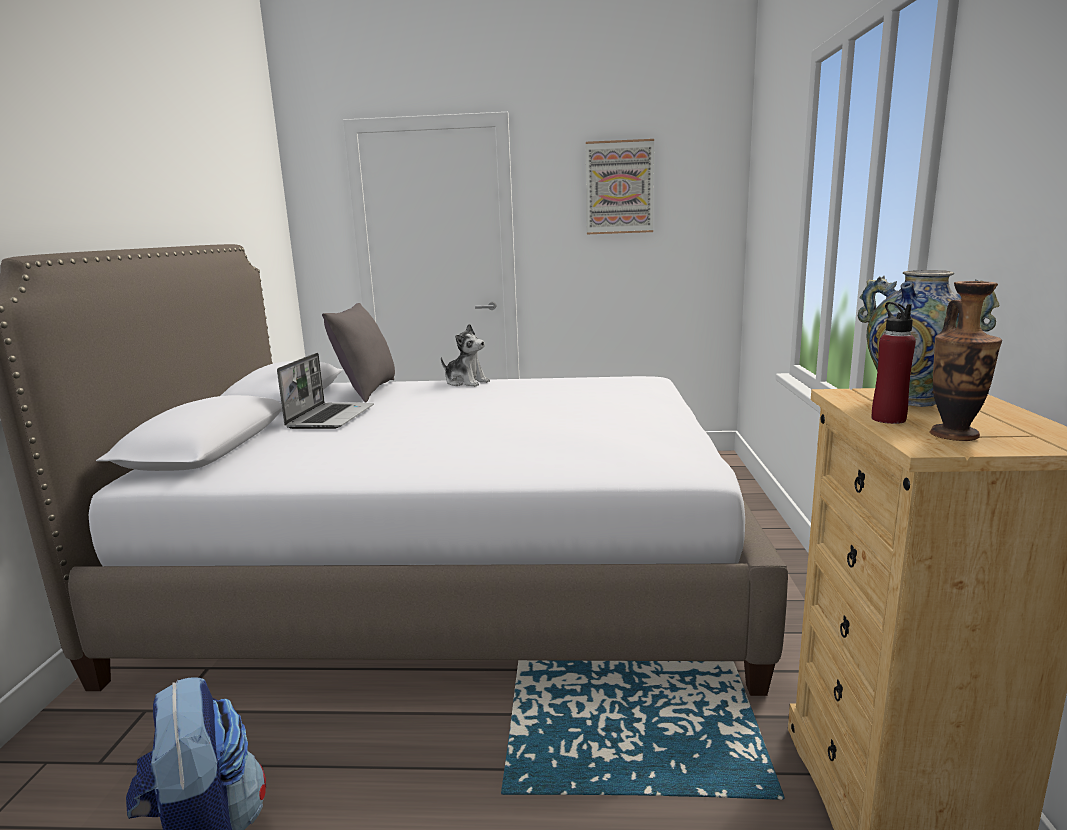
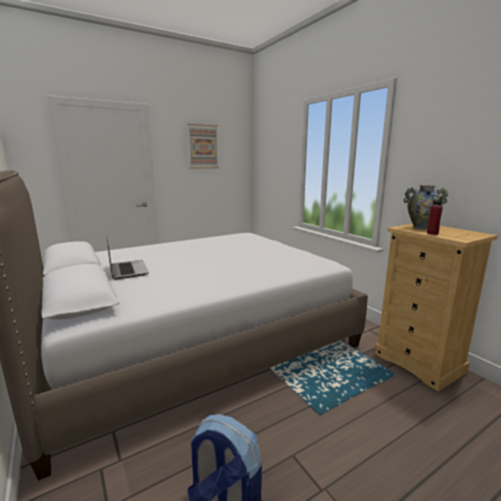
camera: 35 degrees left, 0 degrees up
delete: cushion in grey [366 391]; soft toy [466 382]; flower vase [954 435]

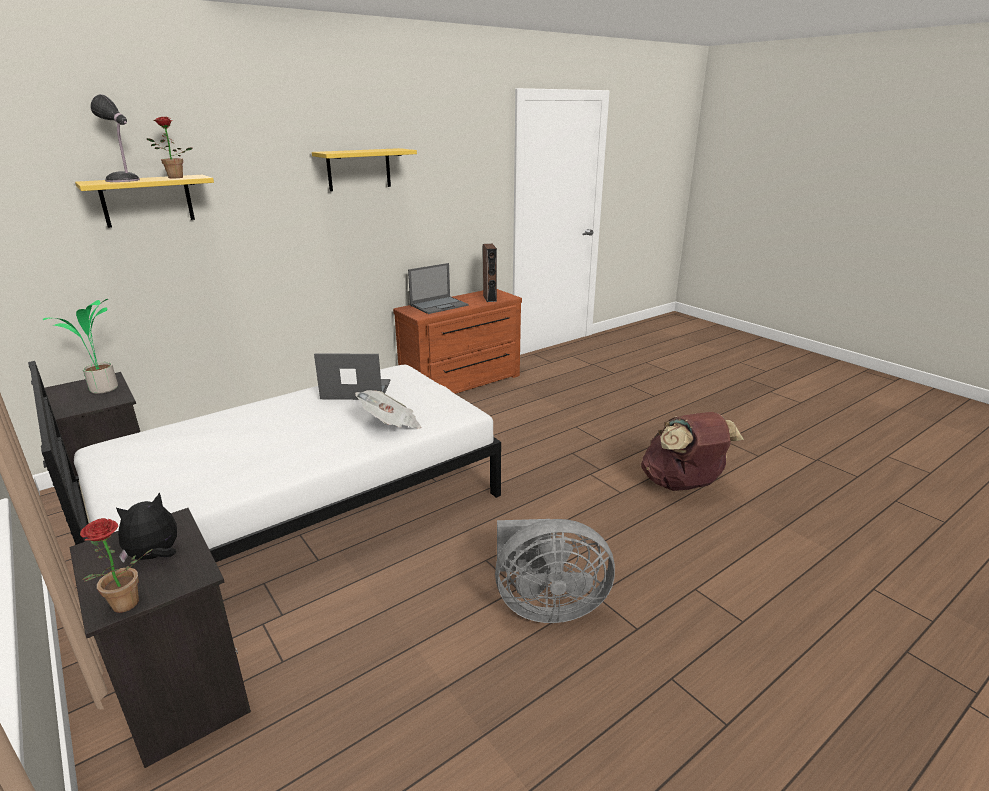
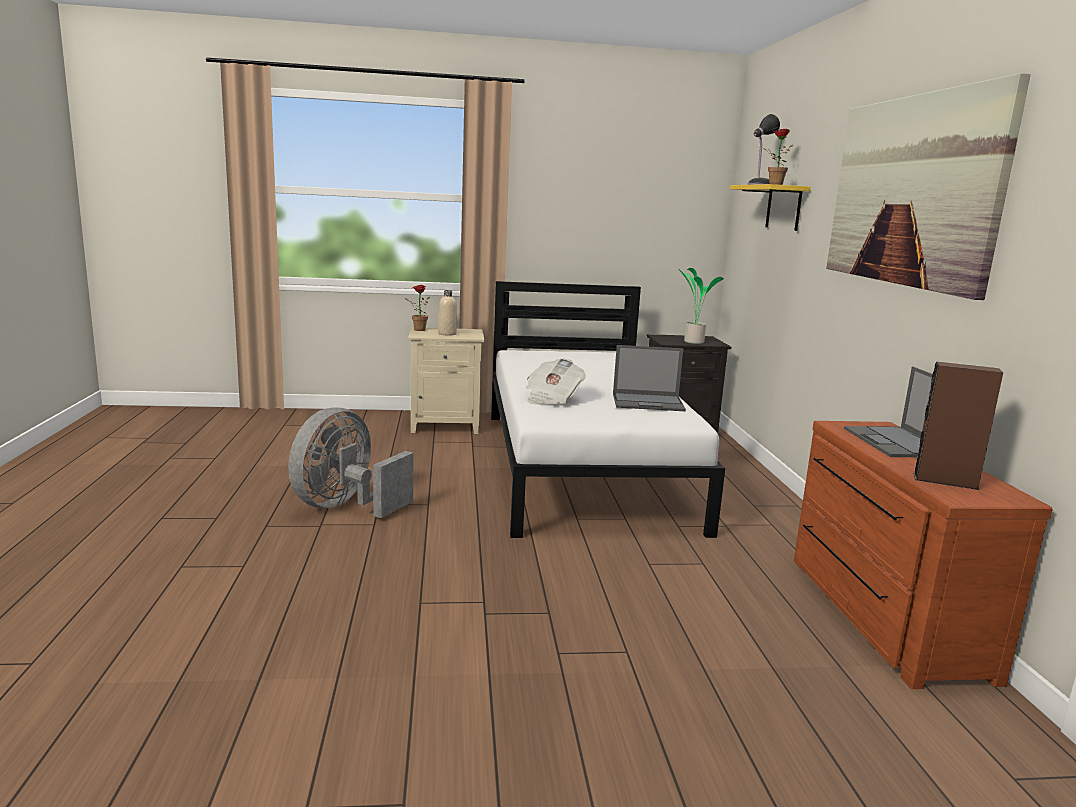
camera: 120 degrees right, 10 degrees down
delete: knapsack in brown-coloured [682 485]
replace: soft toy [155 556] to beverage bottle in beige [447 334]; wall shelf in yellow-coloured [359 169] to picture [912 191]
recolor: bedside table in black [182 694] to bedside table in beige [446 425]
rotate: laptop [355 390] = [649 402] 60 degrees clockwise

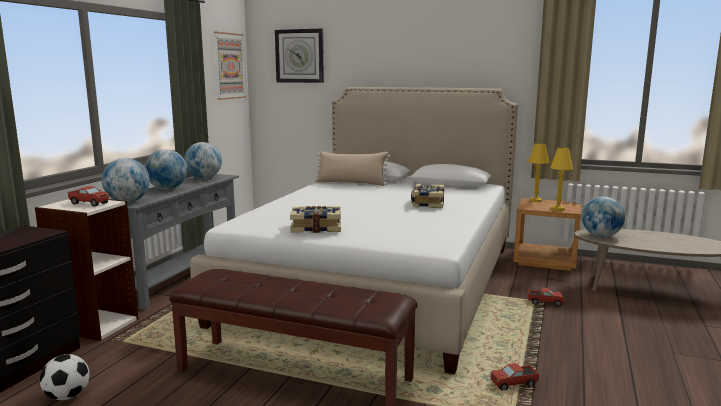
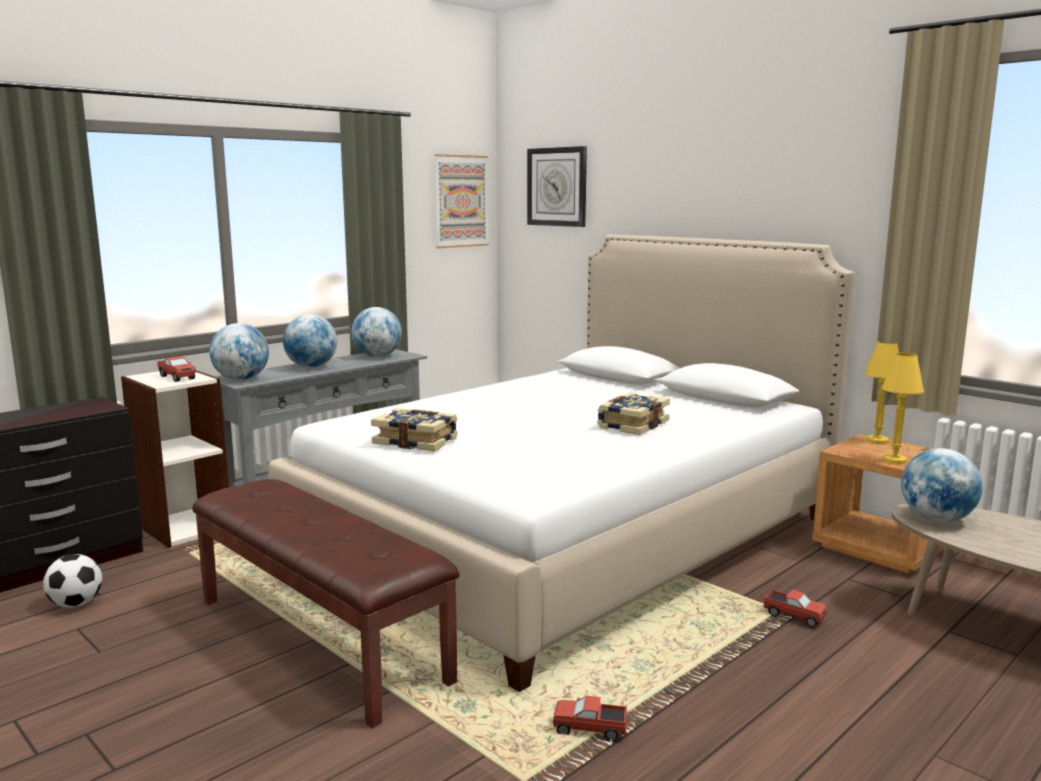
camera: 25 degrees right, 0 degrees up
delete: cushion in beige [351 183]

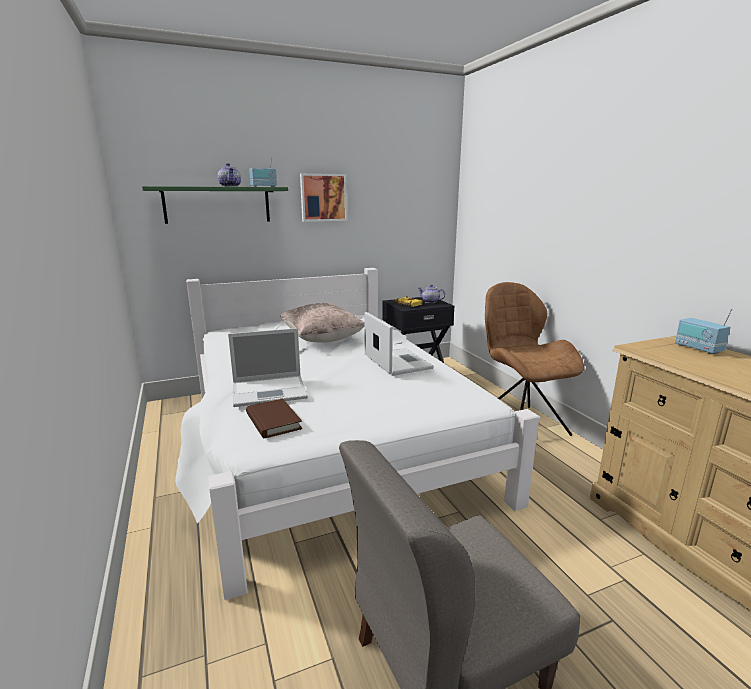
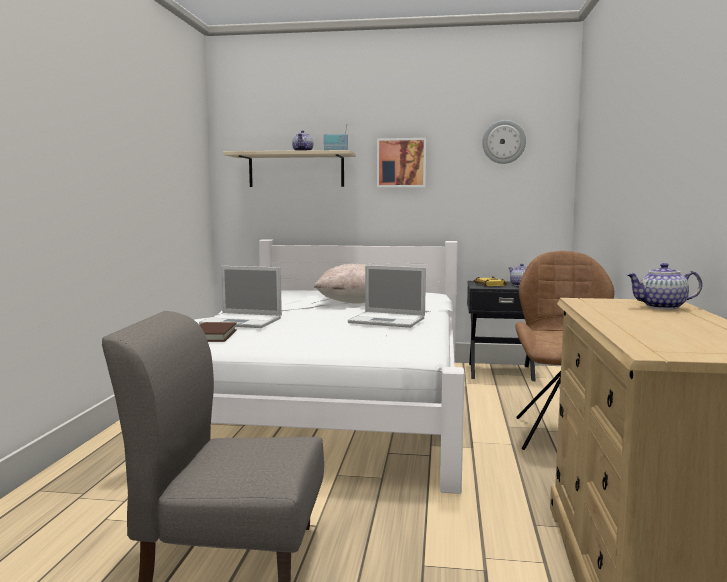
camera: 30 degrees right, 10 degrees down
insert: clock on the wall [504 142]
replace: radio set [698 349] to tea pot [662 307]
recolor: wall shelf in greenish [217 205] to wall shelf in beige [296 170]
rotate: laptop [396 362] = [388 320] 105 degrees clockwise

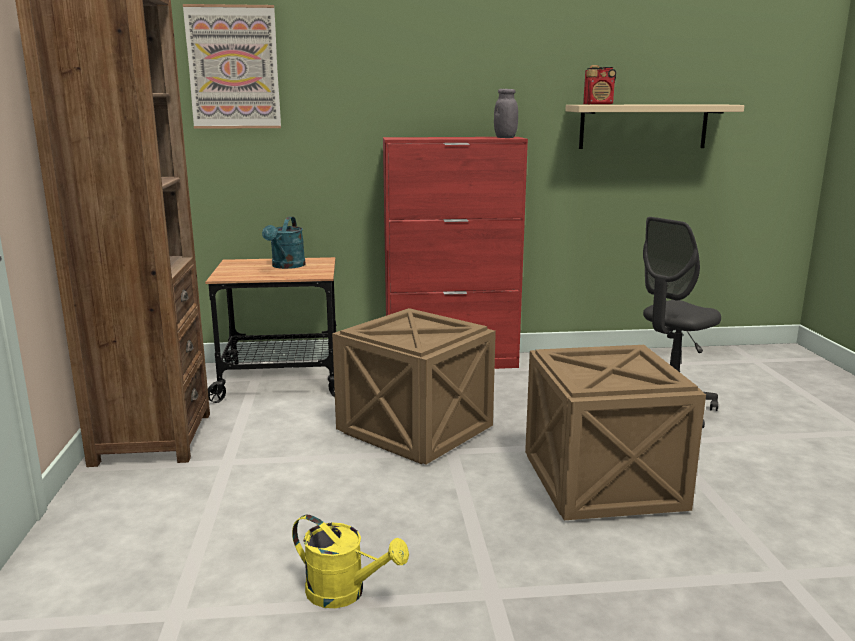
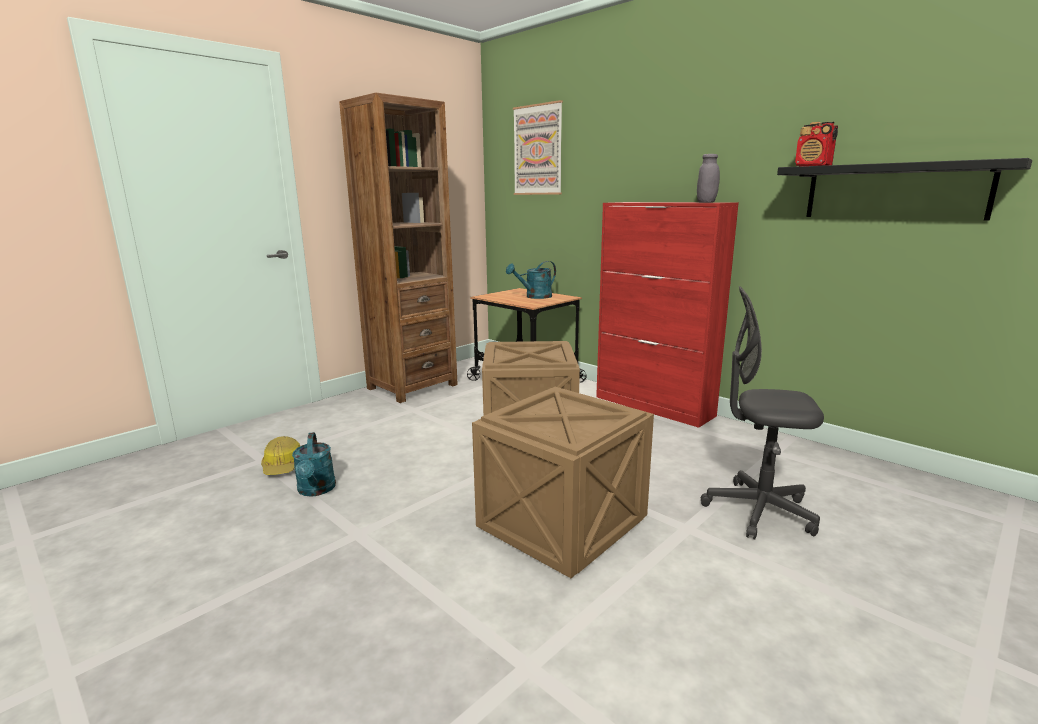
camera: 50 degrees right, 0 degrees up
insert: safety helmet [283 466]
recolor: watering can in yellow-coloured [345 593] to watering can in blue-green [316 490]; wall shelf in beige [643 126] to wall shelf in black [894 191]

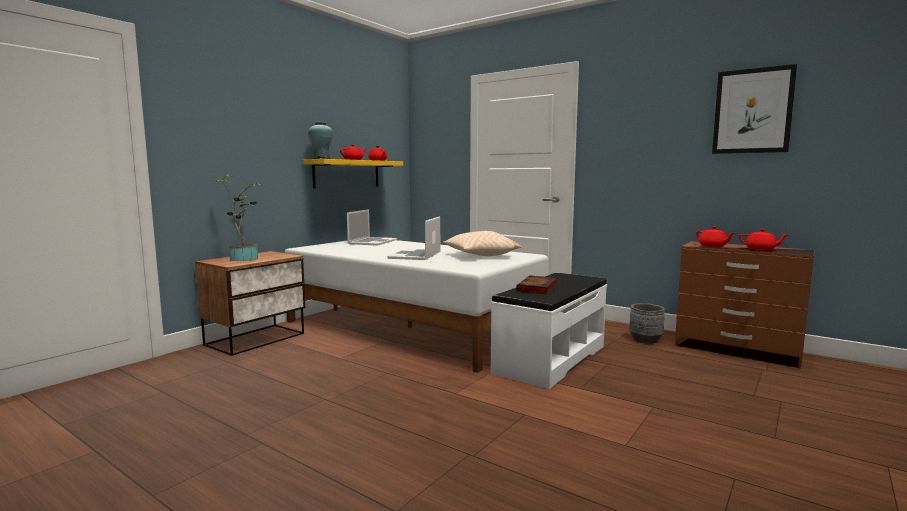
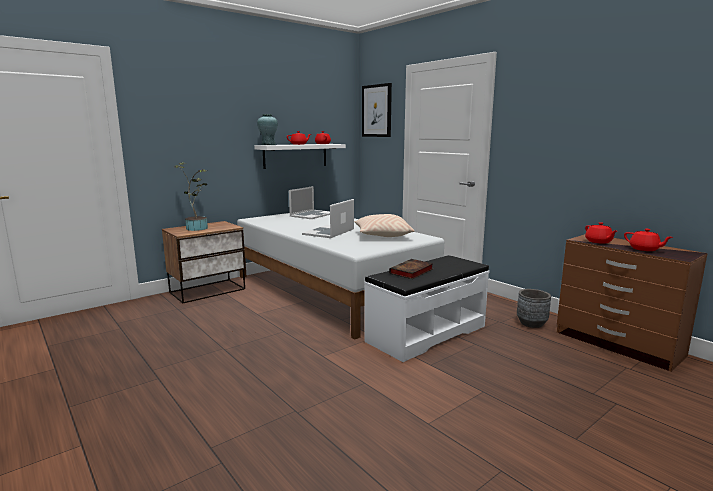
camera: 15 degrees right, 5 degrees up
move: picture [752 111] to [377 111]
recolor: wall shelf in yellow-coloured [347 174] to wall shelf in white-coloured [295 155]

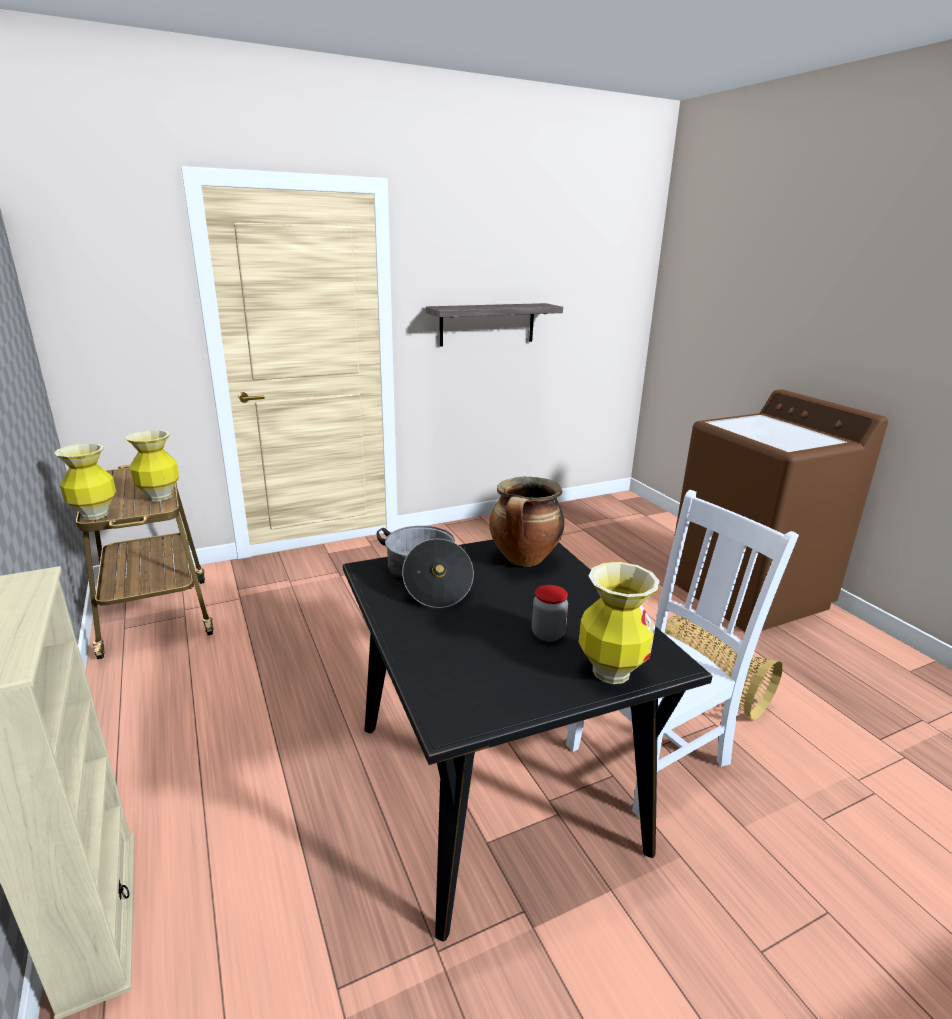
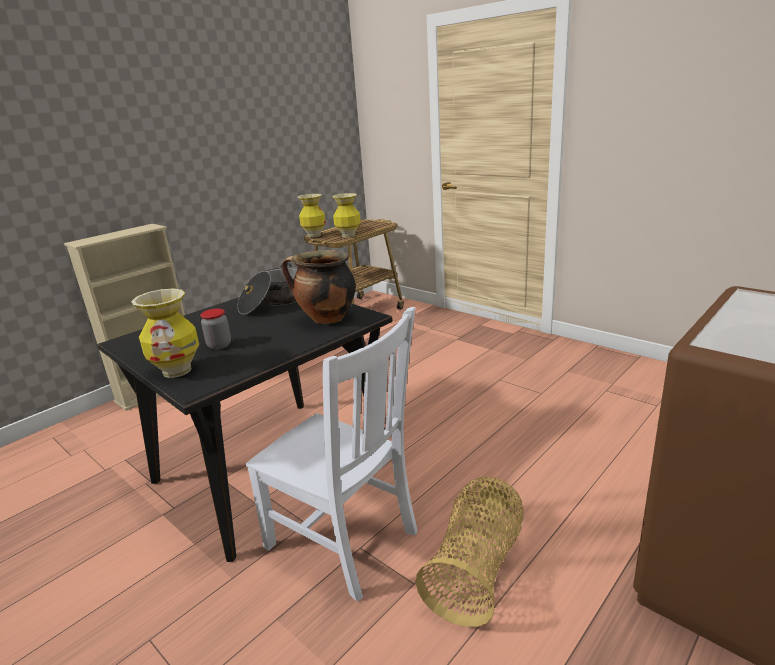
camera: 70 degrees right, 0 degrees up
delete: wall shelf [487 324]

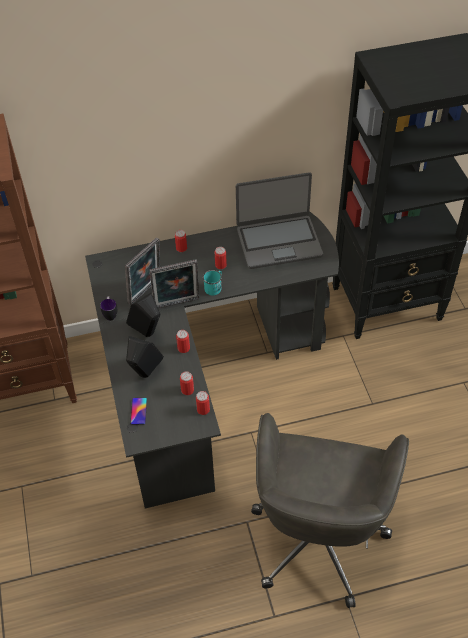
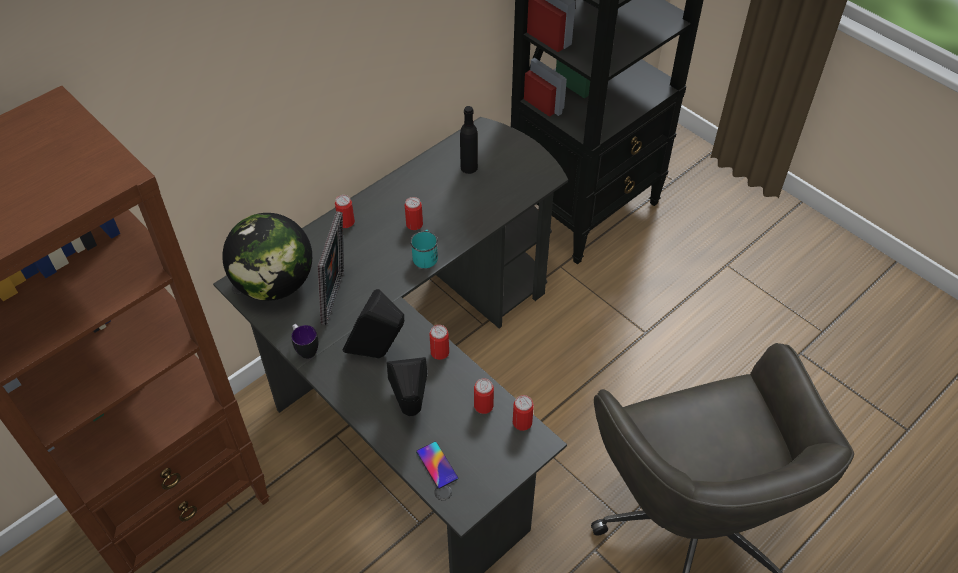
camera: 30 degrees left, 0 degrees up
delete: picture frame [177 304]
insert: desk globe [275 284]
replace: laptop [278 242] to beverage bottle in black [469 167]

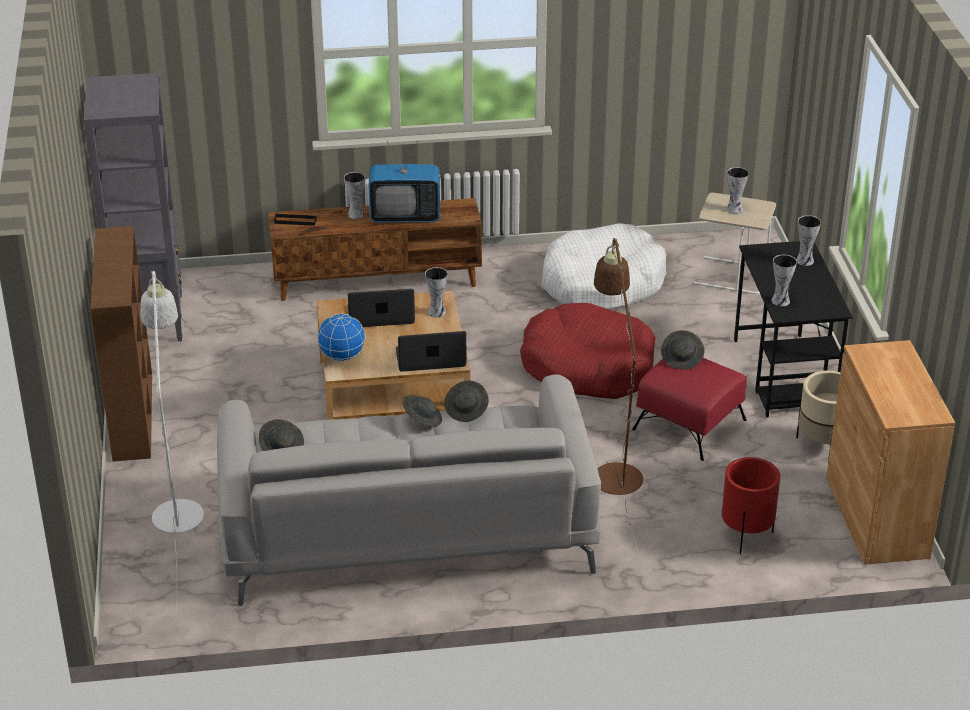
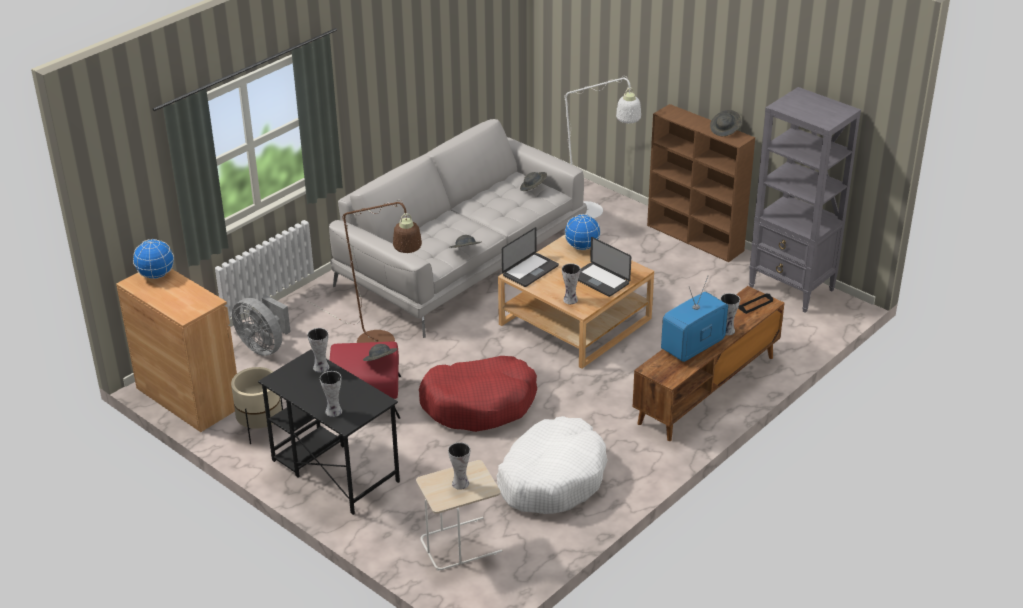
camera: 140 degrees right, 0 degrees up
insert: desk globe [156 275]
move: wearable hat in grey [422 419] to [725 130]
replace: flower pot in red-coloured [745 536] to electric fan in grey [264 346]
rotate: laptop [381 316] = [600 280] 90 degrees clockwise

